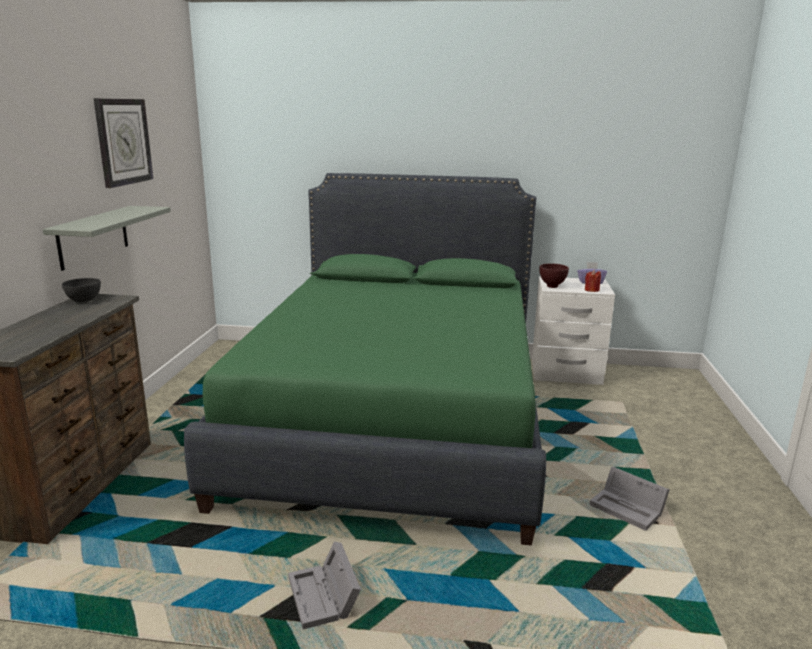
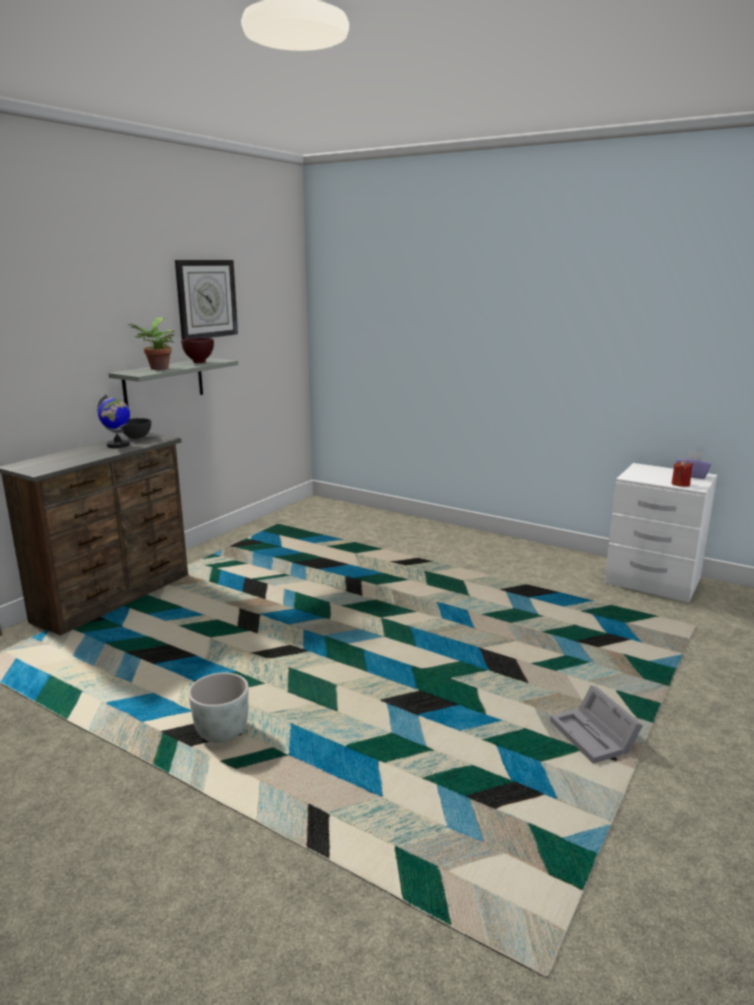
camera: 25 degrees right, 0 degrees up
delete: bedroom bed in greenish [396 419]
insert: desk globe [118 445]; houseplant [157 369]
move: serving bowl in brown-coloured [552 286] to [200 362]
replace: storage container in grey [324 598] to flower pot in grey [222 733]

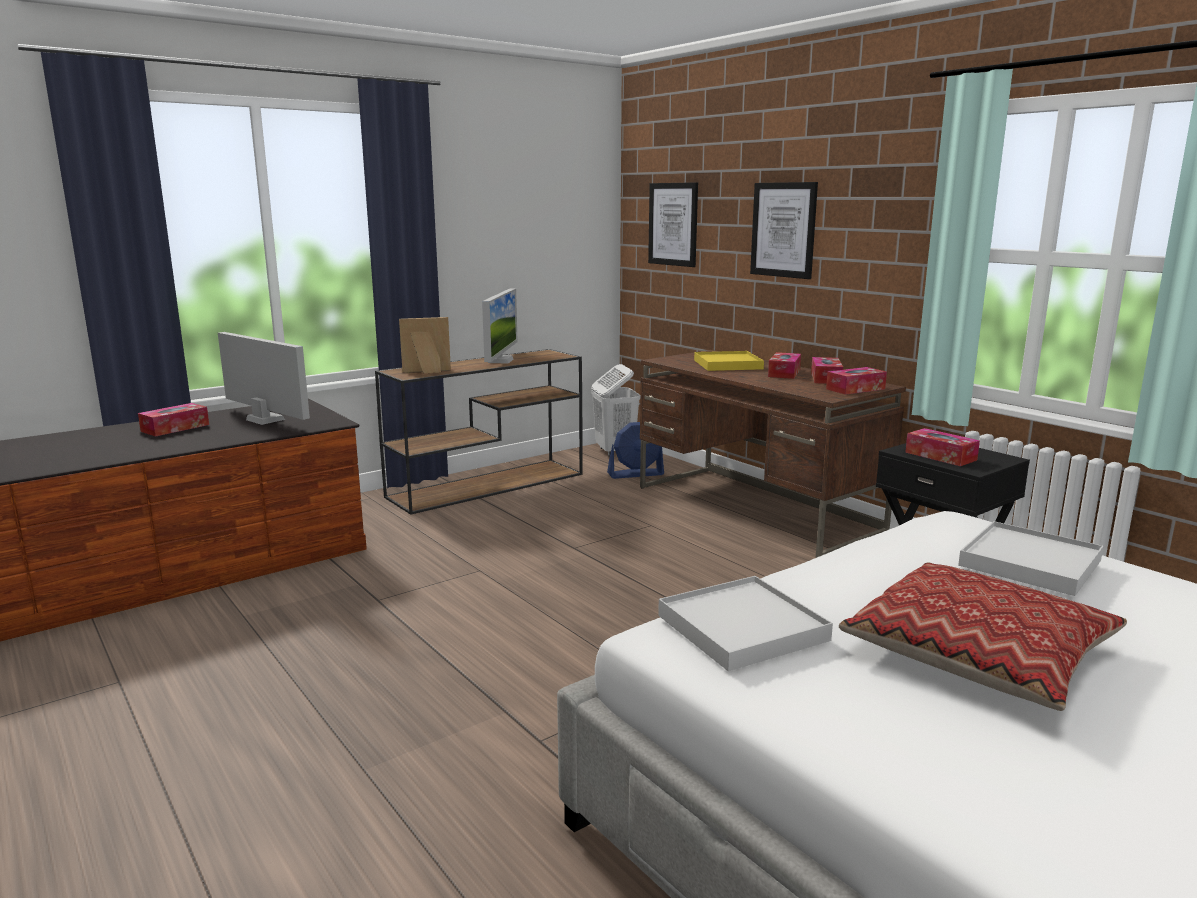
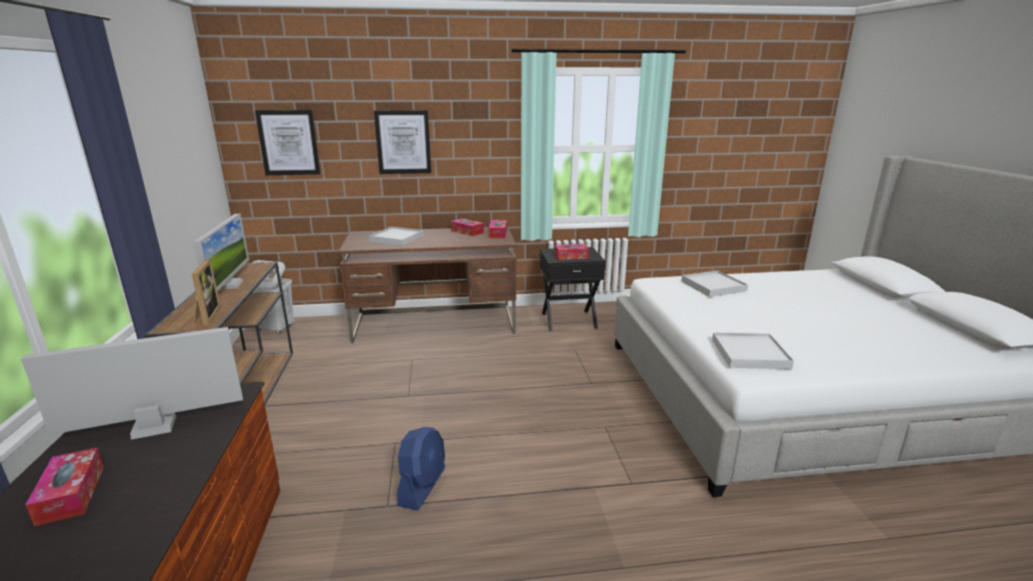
camera: 60 degrees left, 5 degrees up
delete: box of tissues [784 373]; cushion [979 653]
move: electric fan in bluish [635 474] to [422 486]
recolor: carrying tray in yellow-coloured [728 364] to carrying tray in white-coloured [397 238]
rotate: picture frame [427 372] = [206 316] 150 degrees clockwise; computer display [500 361] = [229 285] 45 degrees clockwise

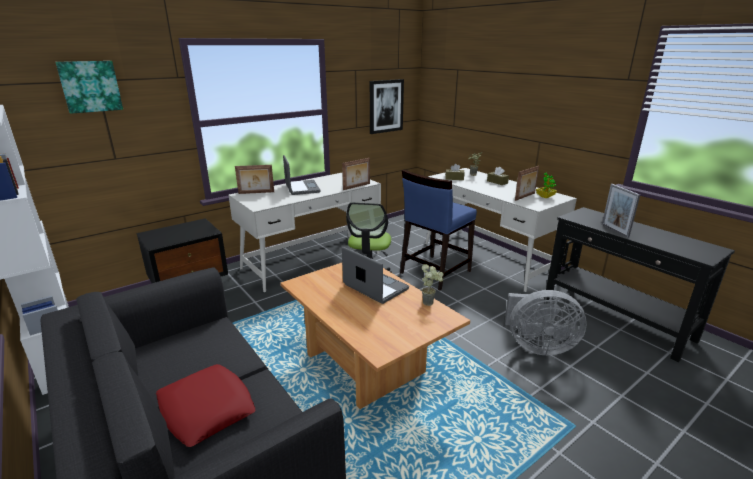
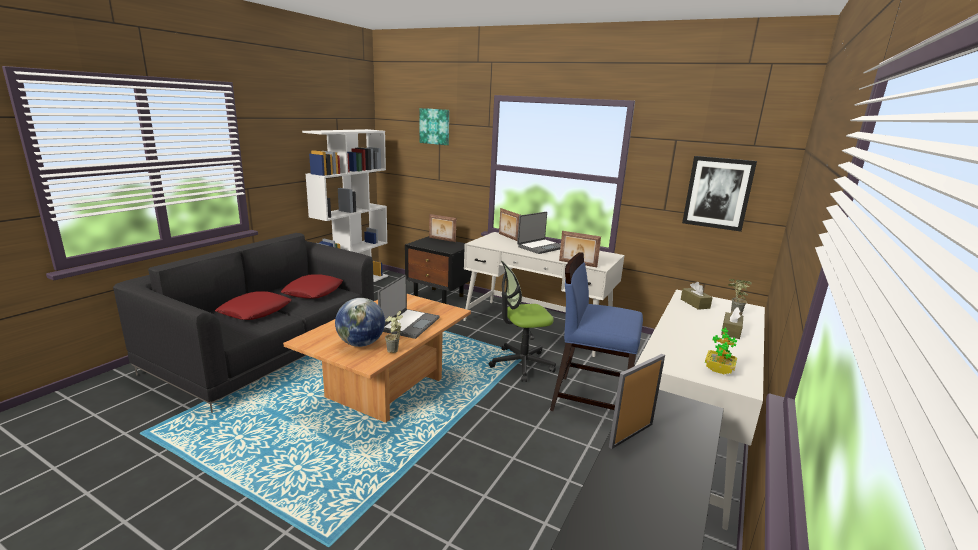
camera: 65 degrees right, 5 degrees down
delete: electric fan in grey [537 346]
insert: cushion in red-coloured [313 291]; desk globe [361 344]
move: picture frame [525 197] to [442 239]

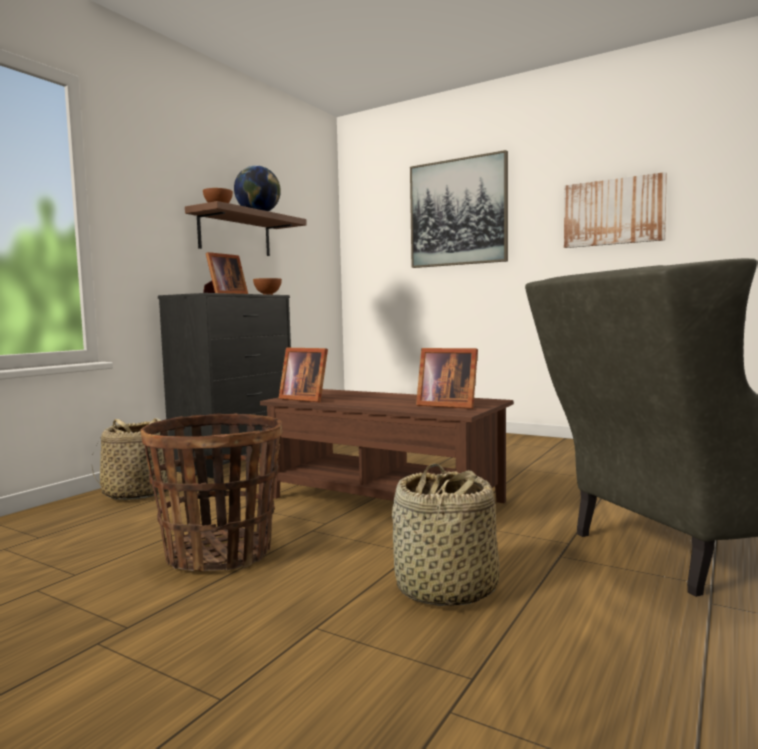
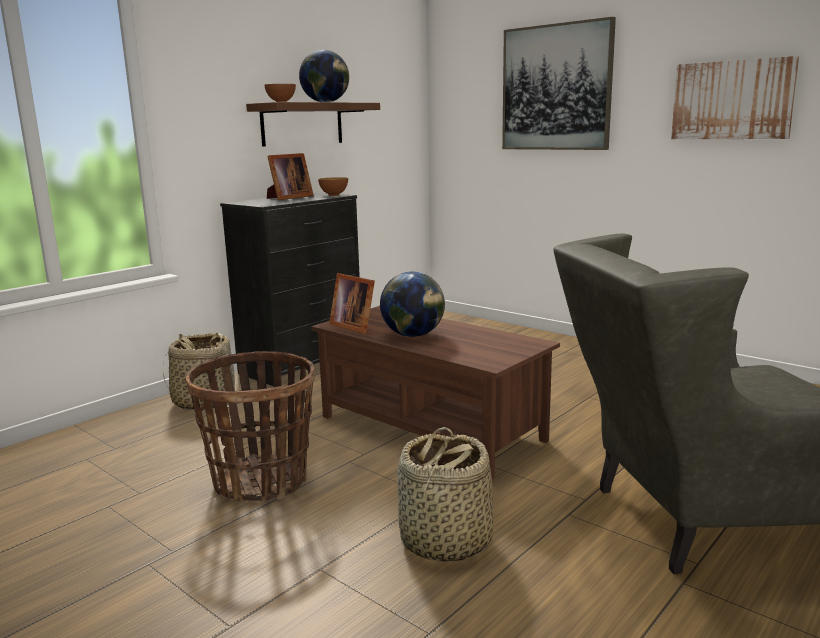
camera: 10 degrees right, 10 degrees up
delete: picture frame [446 405]
insert: desk globe [413 335]

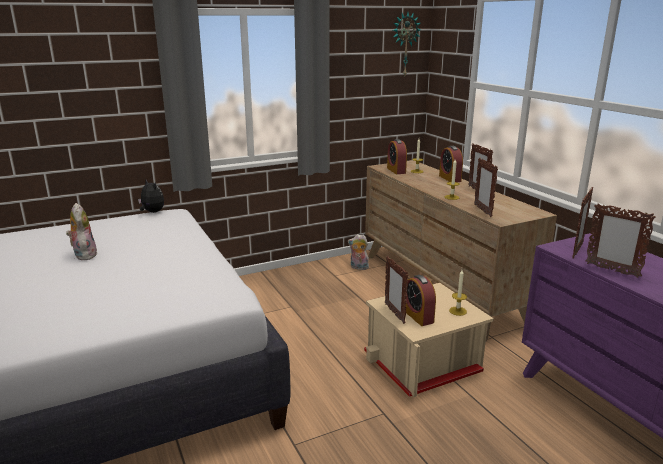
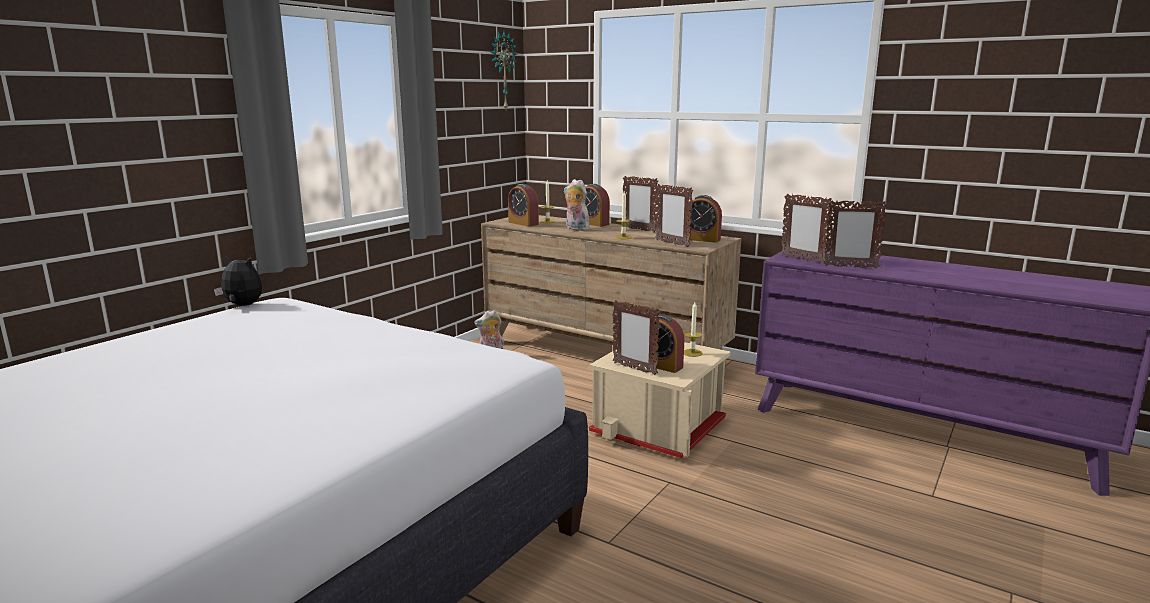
camera: 30 degrees left, 5 degrees down
insert: table clock [701 239]
move: soft toy [84 255] to [575 229]
rotate: picture frame [577 251] = [802 259] 135 degrees clockwise

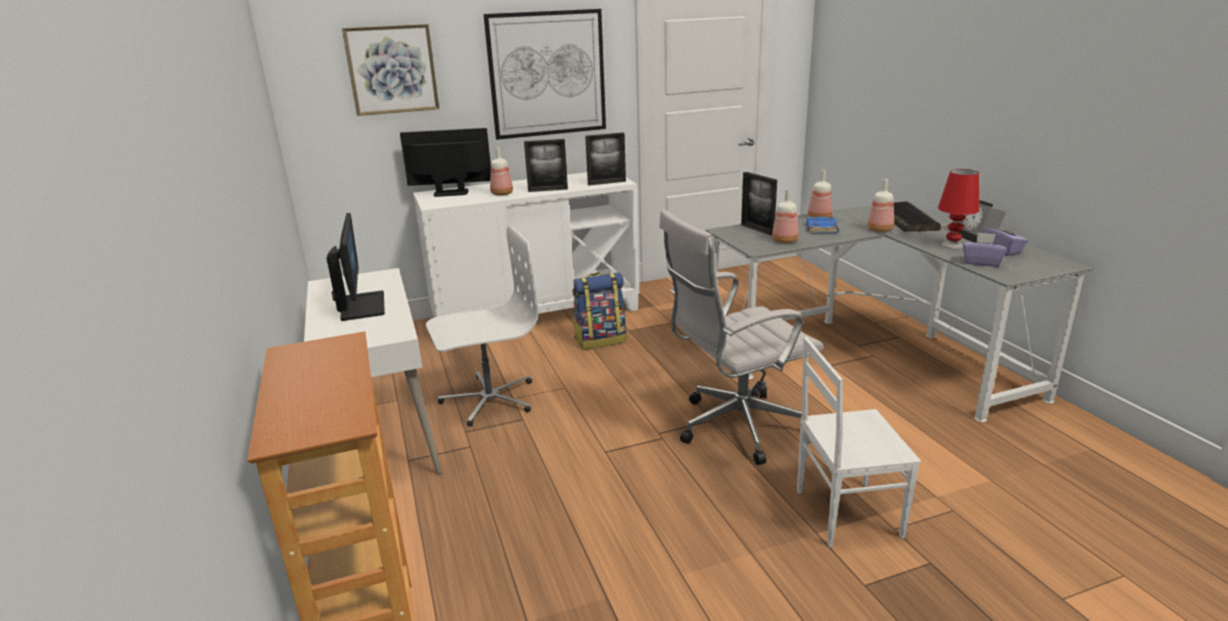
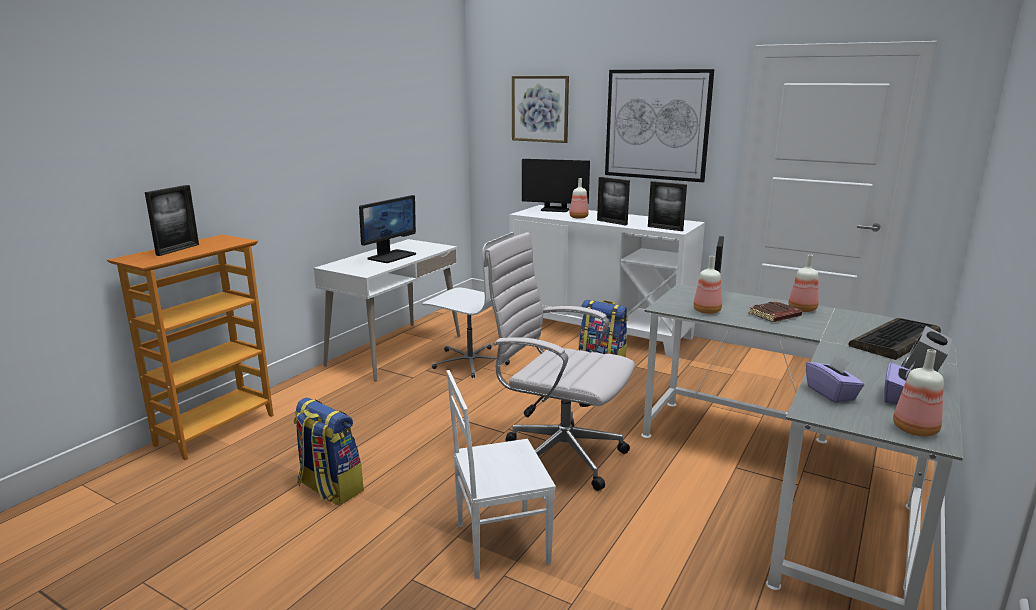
camera: 50 degrees right, 5 degrees down
delete: table lamp in red-coloured [952 245]
insert: picture frame [178 250]; knapsack [329 488]
move: beverage bottle [880 230] to [916 430]
recolor: book in bluish [822 228] to book in brown-coloured [775 316]
rotate: computer display [451 193] = [555 210] 150 degrees clockwise; plain chair in white-coloured [845 512] = [500 543] 60 degrees counterclockwise

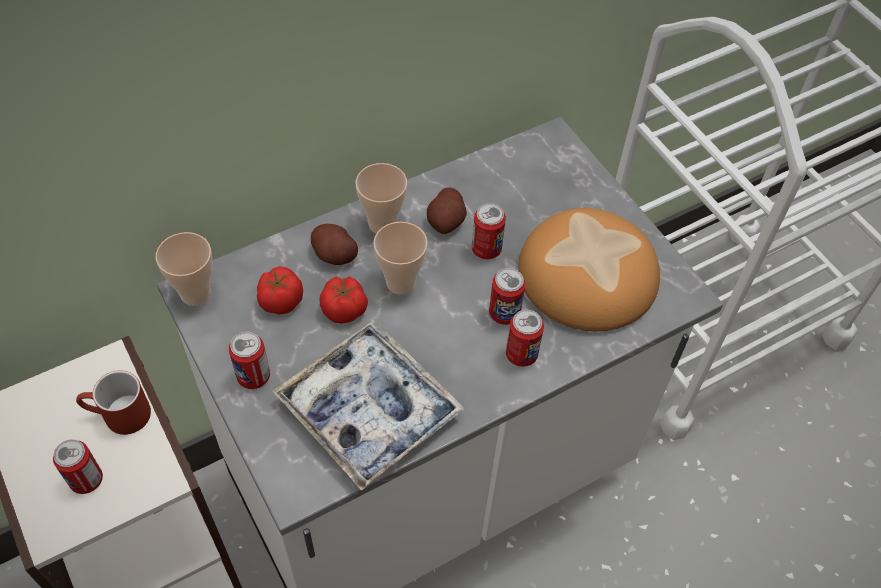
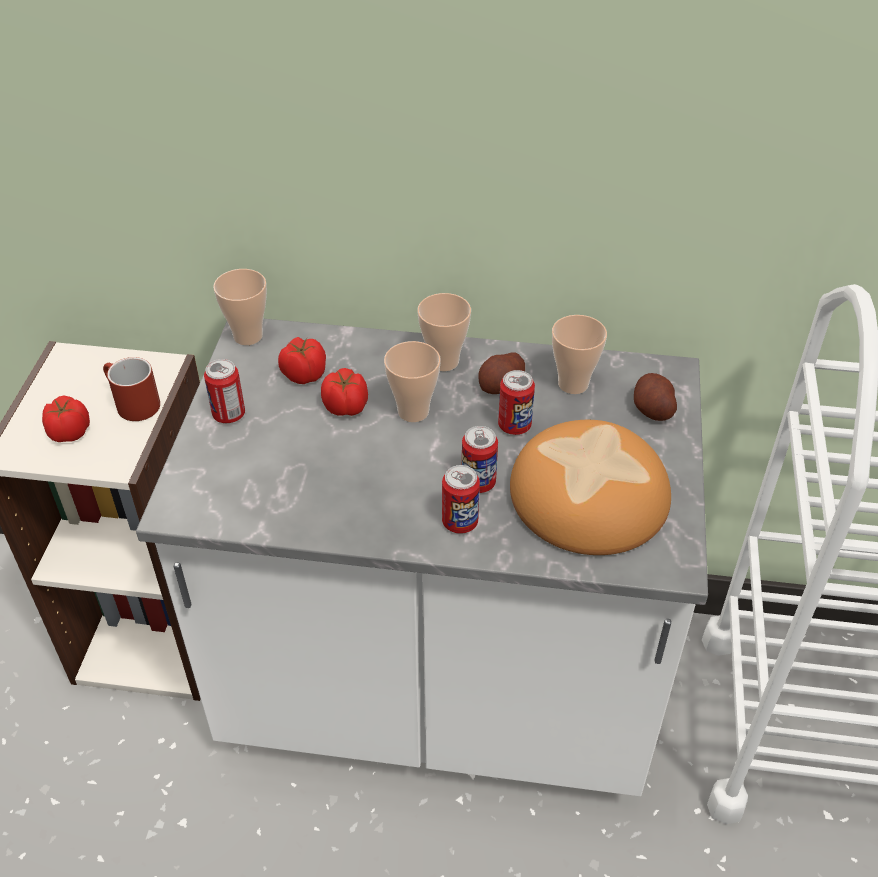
camera: 40 degrees right, 10 degrees down
delete: carrying tray [369 410]
insert: drinking cup [573 384]
move: whole potato [334 254] to [652 410]
replace: metal can [86 480] to tomato [69 433]

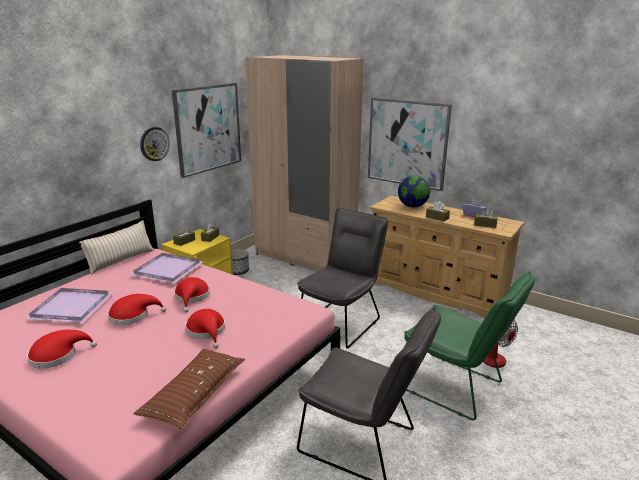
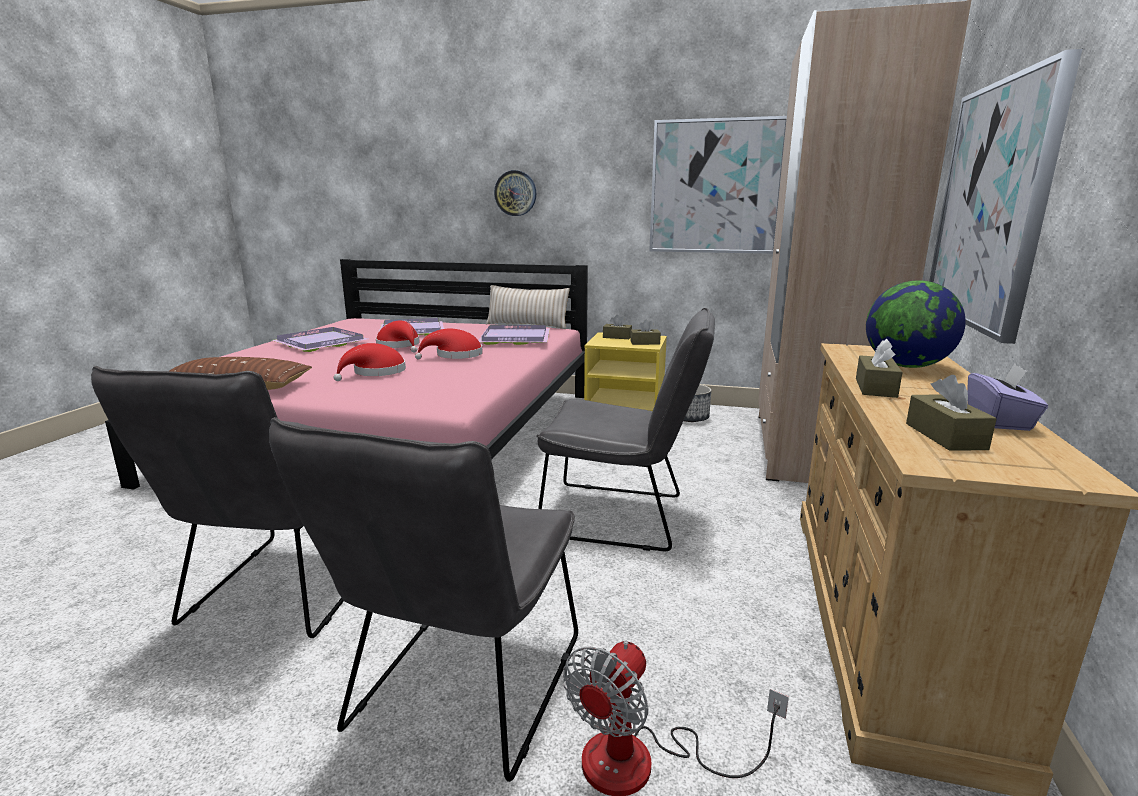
camera: 70 degrees right, 5 degrees down
move: clock on the wall [154 144] to [515 193]
replace: wearable hat in red-coloured [57 355] to carrying tray in purple [321 342]
recolor: plain chair in greenish [457 388] to plain chair in grey [460 693]

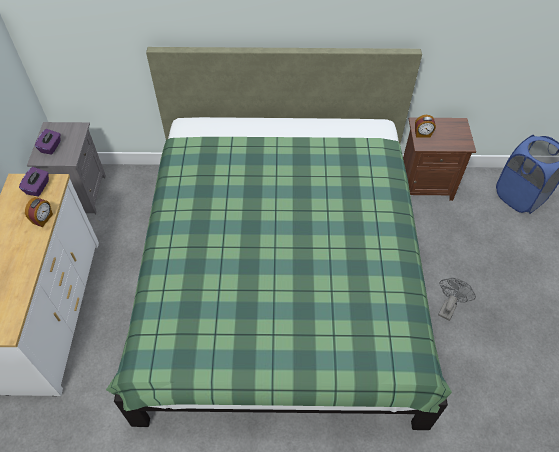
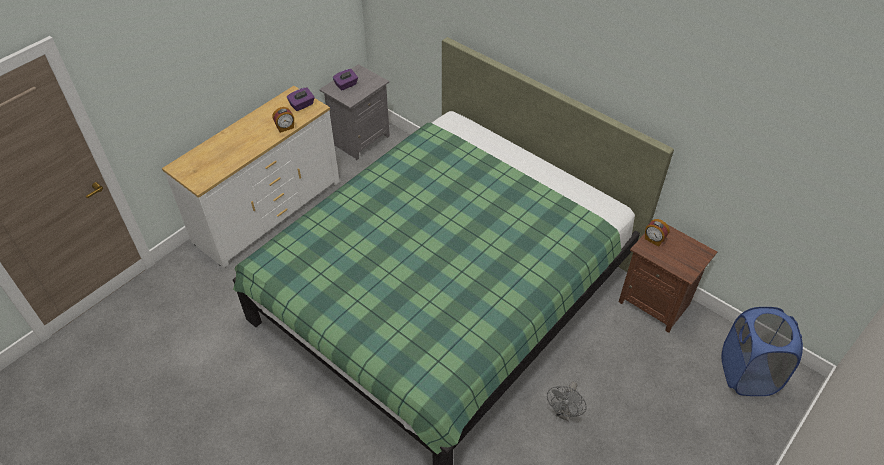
camera: 40 degrees right, 5 degrees down
rotate: electric fan in grey [448 307] = [564 413] 135 degrees clockwise

